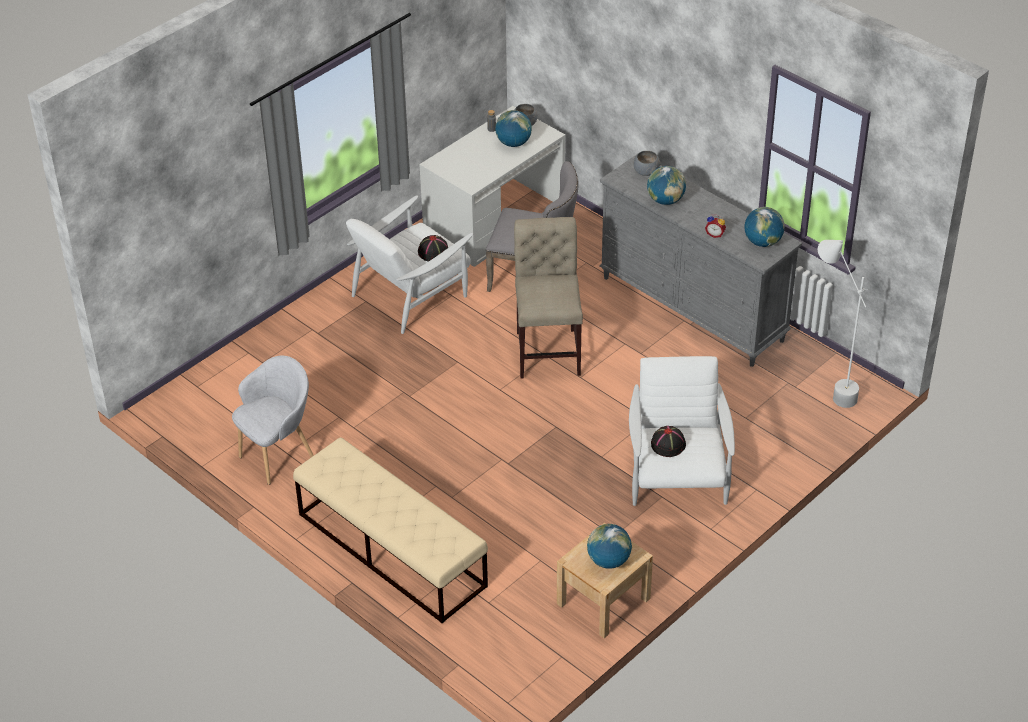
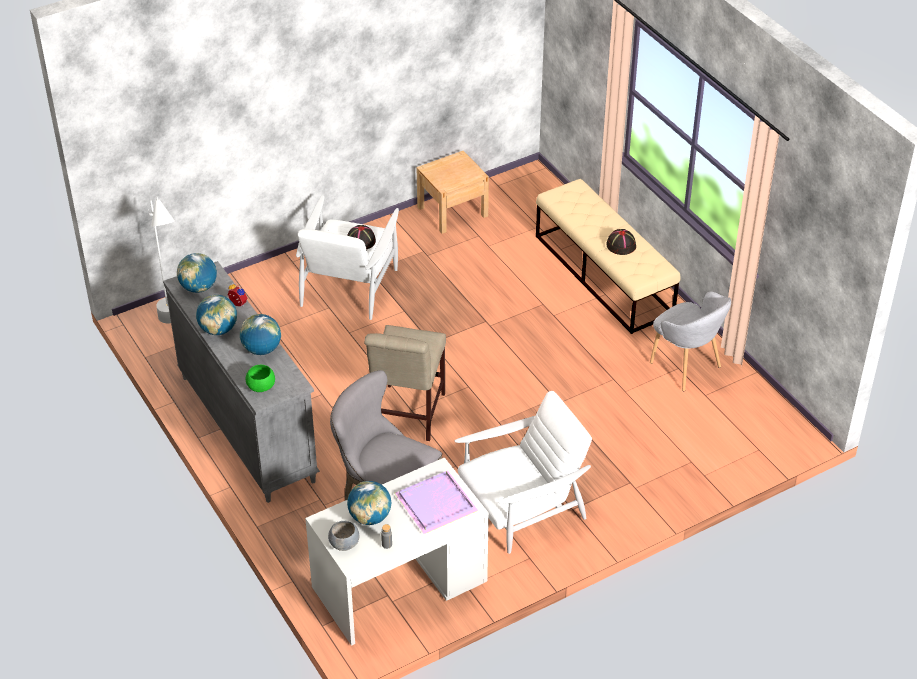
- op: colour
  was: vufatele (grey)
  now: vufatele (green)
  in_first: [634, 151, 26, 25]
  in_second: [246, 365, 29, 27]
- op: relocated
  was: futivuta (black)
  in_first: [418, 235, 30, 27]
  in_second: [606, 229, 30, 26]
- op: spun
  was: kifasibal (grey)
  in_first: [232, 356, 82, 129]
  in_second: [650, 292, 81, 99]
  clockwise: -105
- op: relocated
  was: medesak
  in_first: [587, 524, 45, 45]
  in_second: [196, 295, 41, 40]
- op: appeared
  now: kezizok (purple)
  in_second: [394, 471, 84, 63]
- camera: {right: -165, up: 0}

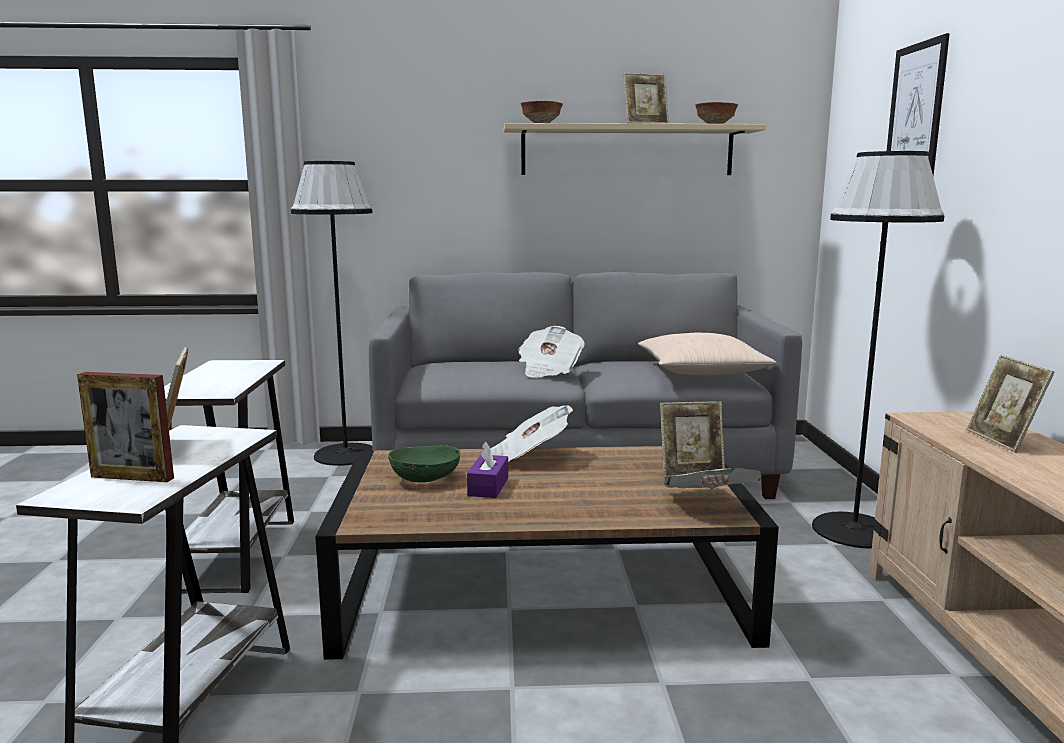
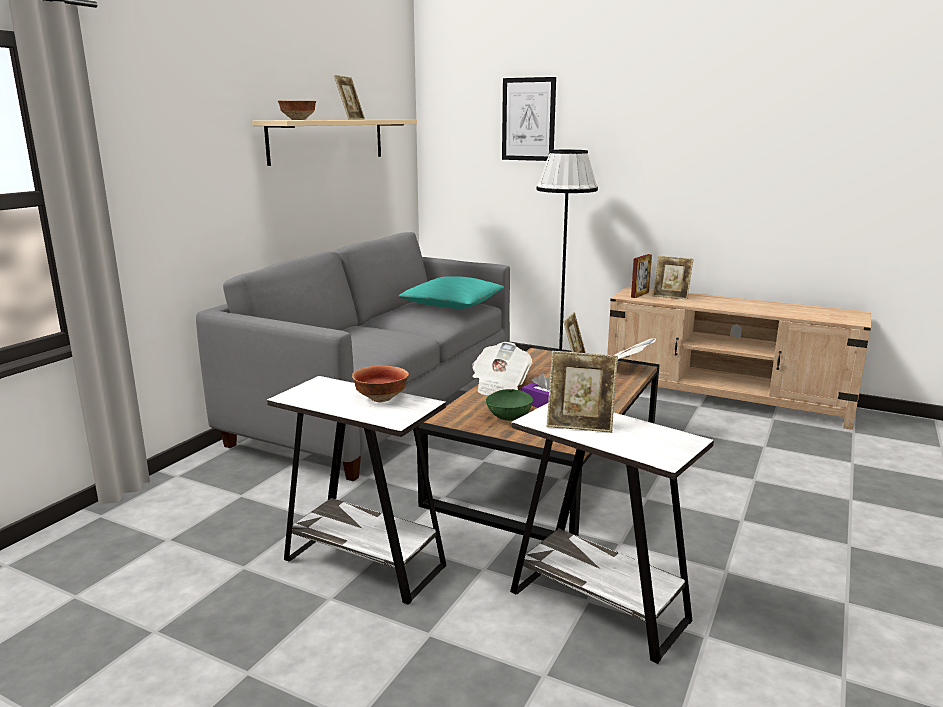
- op: relocated
  was: vufatele
  in_first: [695, 102, 43, 22]
  in_second: [352, 365, 57, 37]
- op: missing
  was: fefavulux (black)
  in_first: [291, 161, 82, 305]
- op: missing
  was: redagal
  in_first: [518, 326, 67, 52]
- op: colour
  was: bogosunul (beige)
  now: bogosunul (turquoise)
  in_first: [638, 333, 139, 42]
  in_second: [398, 276, 106, 33]
- op: relocated
  was: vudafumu
  in_first: [77, 372, 97, 110]
  in_second: [631, 254, 21, 44]
- camera: {right: -60, up: 5}

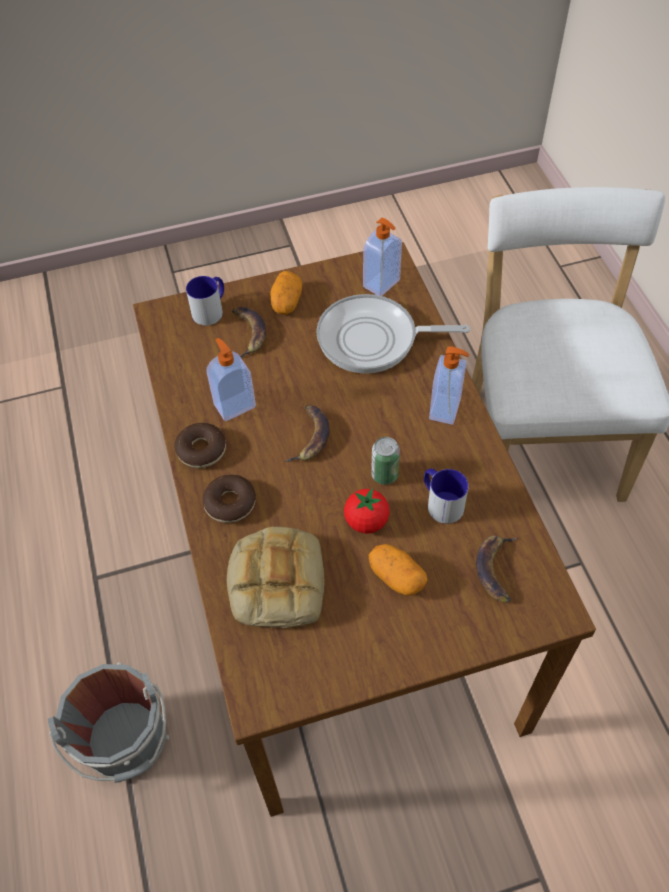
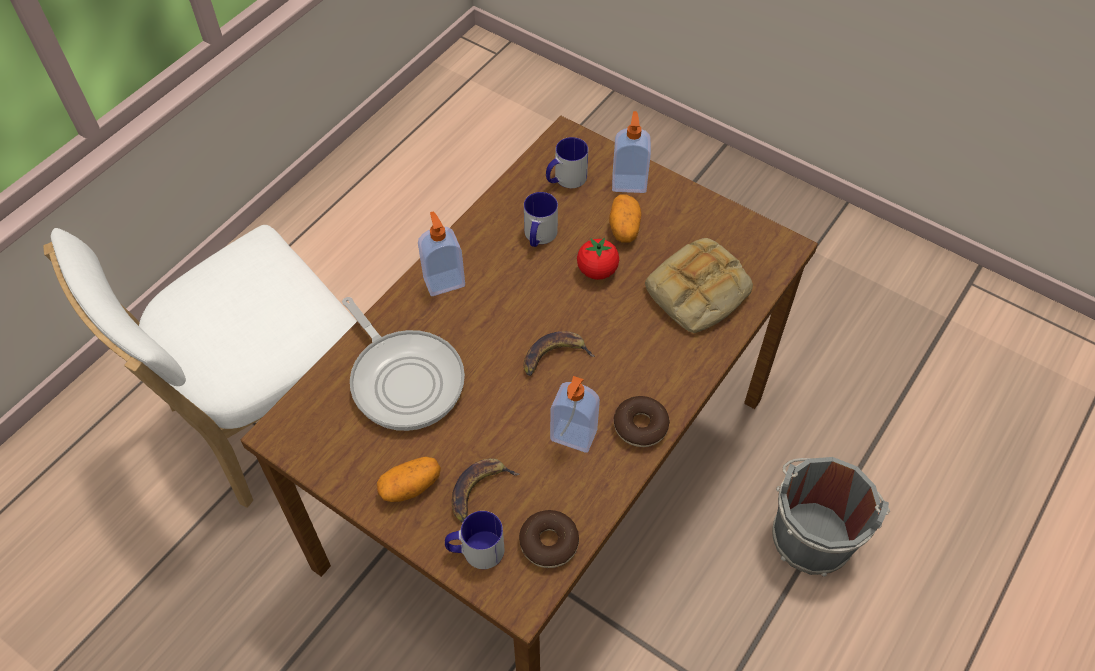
- op: relocated
  was: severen
  in_first: [363, 218, 39, 78]
  in_second: [612, 111, 39, 82]
- op: missing
  was: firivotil
  in_first: [371, 437, 29, 48]
- op: relocated
  was: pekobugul
  in_first: [203, 474, 53, 49]
  in_second: [519, 510, 60, 58]
- op: exchanged
  was: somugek
  now: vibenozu
  in_first: [476, 536, 41, 67]
  in_second: [546, 137, 42, 51]
- camera: {right: -130, up: 0}

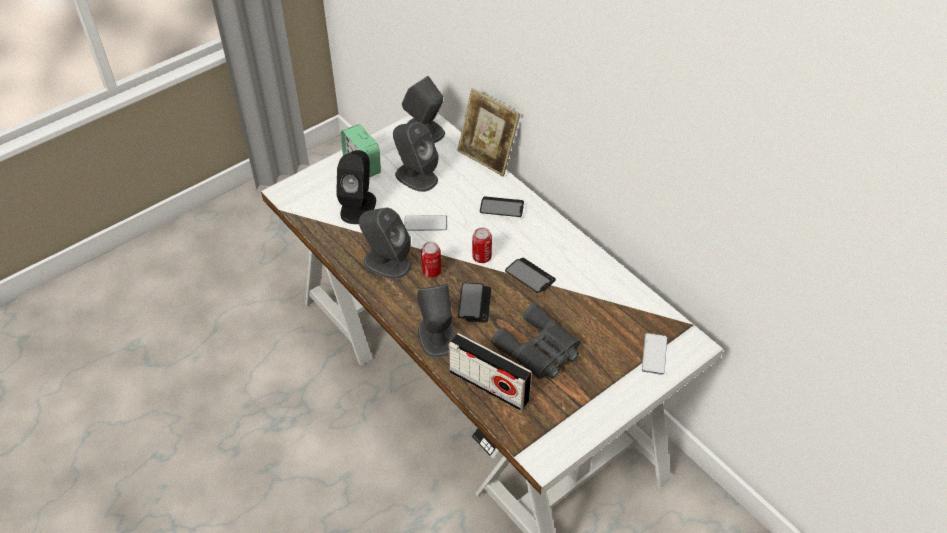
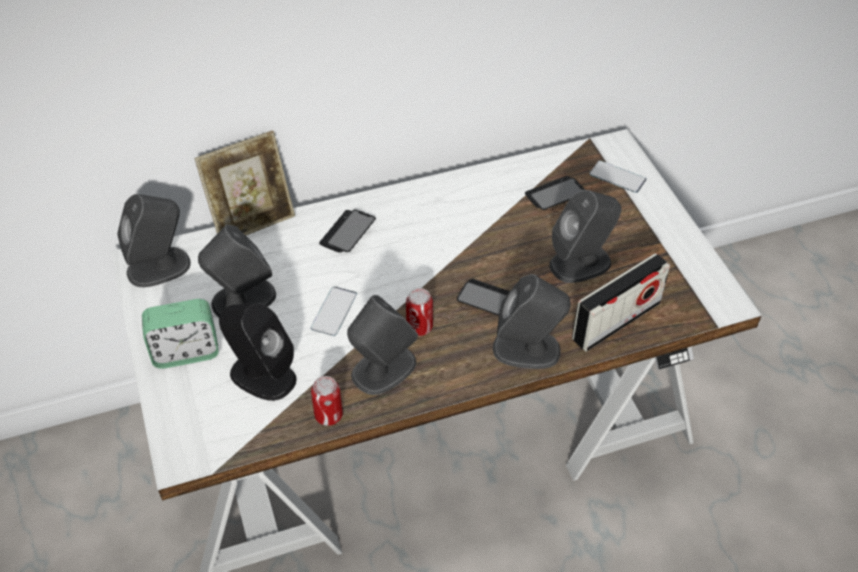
- op: relocated
  was: firivotil
  in_first: [472, 227, 20, 36]
  in_second: [311, 376, 32, 50]
- op: relocated
  was: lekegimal
  in_first: [505, 258, 51, 35]
  in_second: [525, 176, 60, 34]
- op: exchanged
  was: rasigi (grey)
  now: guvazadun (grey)
  in_first: [491, 303, 89, 76]
  in_second: [549, 190, 73, 93]
- camera: {right: -70, up: 0}

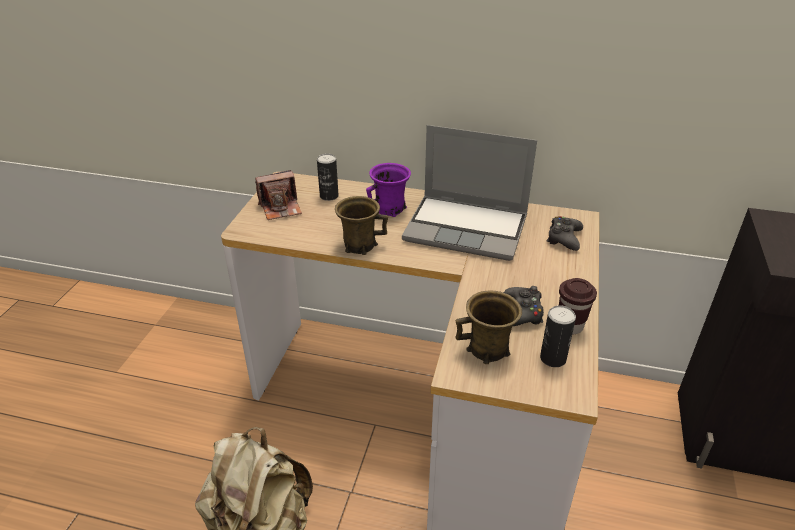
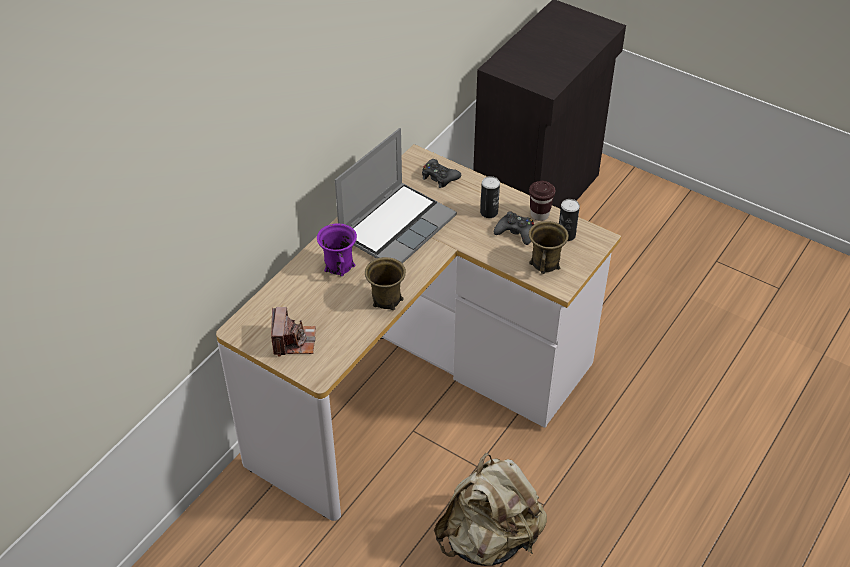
- op: relocated
  was: firivotil
  in_first: [317, 153, 22, 48]
  in_second: [480, 176, 20, 42]
- camera: {right: -70, up: 10}

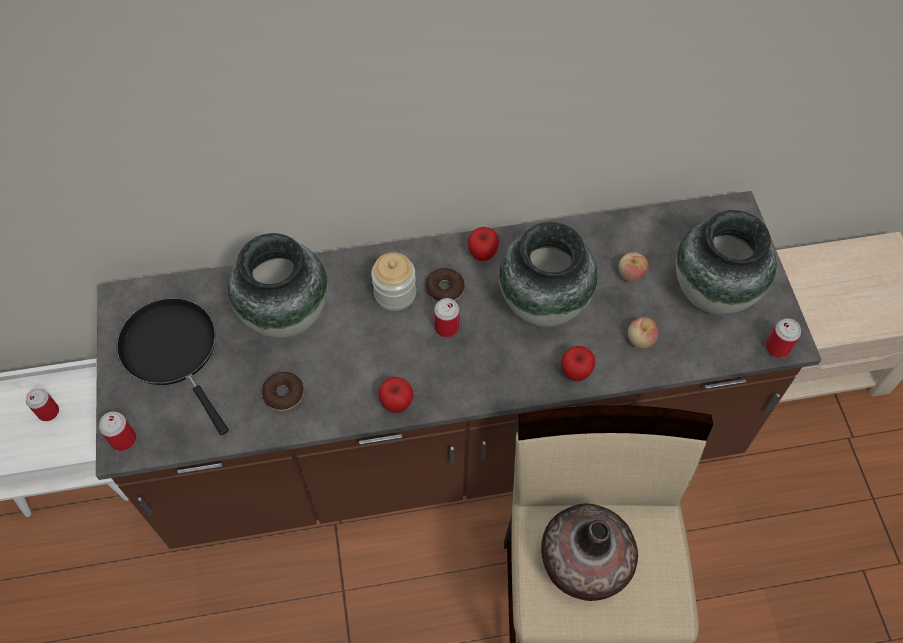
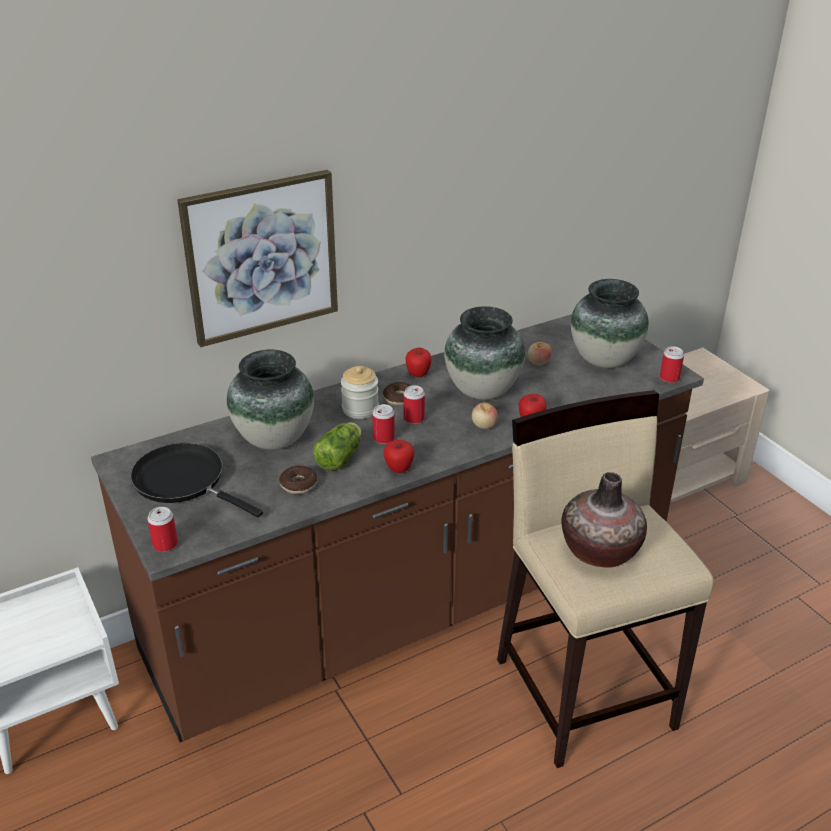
- op: relocated
  was: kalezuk
  in_first: [628, 317, 31, 32]
  in_second: [472, 402, 26, 27]
- op: relocated
  was: firivotil
  in_first: [26, 388, 33, 33]
  in_second: [372, 404, 23, 40]
- op: appeared
  now: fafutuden
  in_second: [177, 170, 161, 177]
- op: appeared
  now: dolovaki
  in_second: [313, 422, 48, 49]
- camera: {right: -20, up: -25}

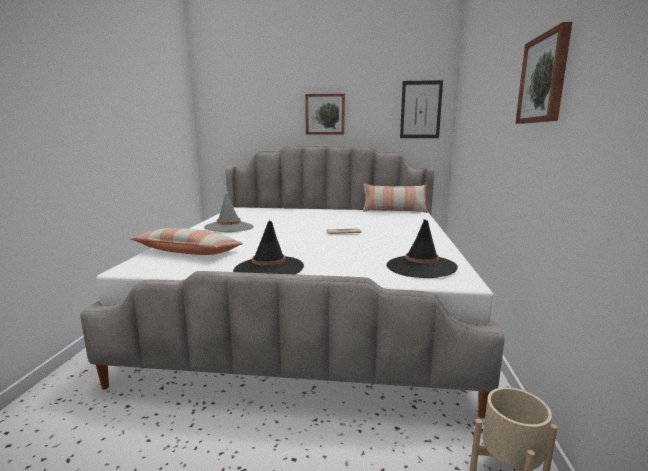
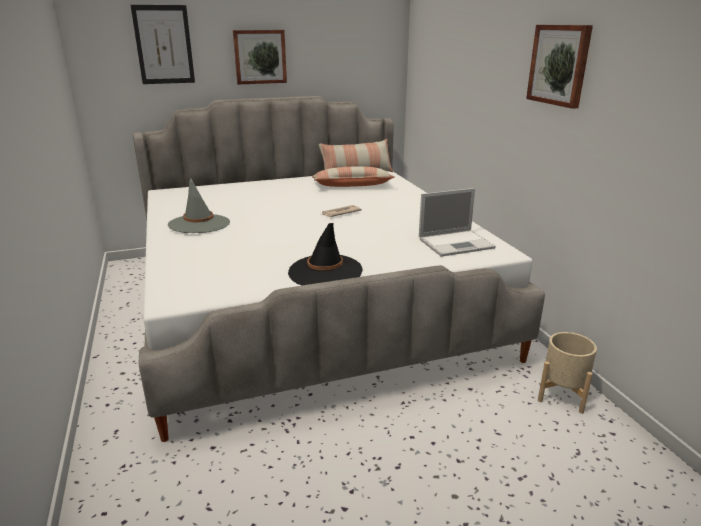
- op: relocated
  was: fafutuden
  in_first: [400, 80, 43, 58]
  in_second: [131, 5, 64, 79]
- op: exchanged
  was: futivuta (black)
  now: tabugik
  in_first: [387, 219, 71, 59]
  in_second: [419, 188, 77, 69]
- op: relocated
  was: bogosunul
  in_first: [130, 228, 113, 27]
  in_second: [312, 166, 82, 21]
- camera: {right: -25, up: 10}

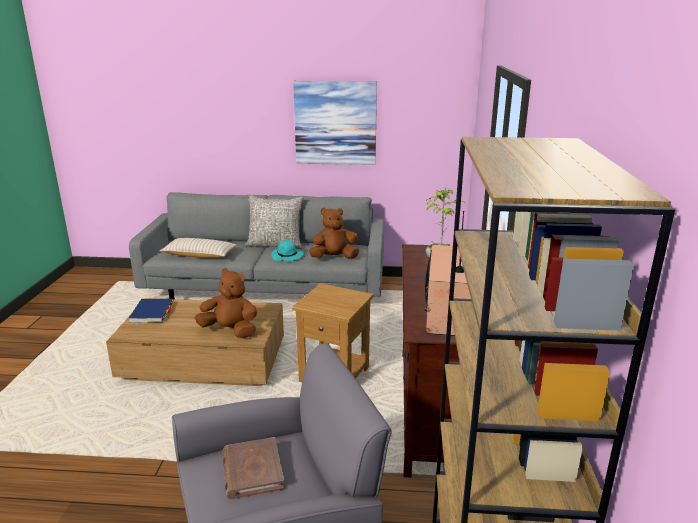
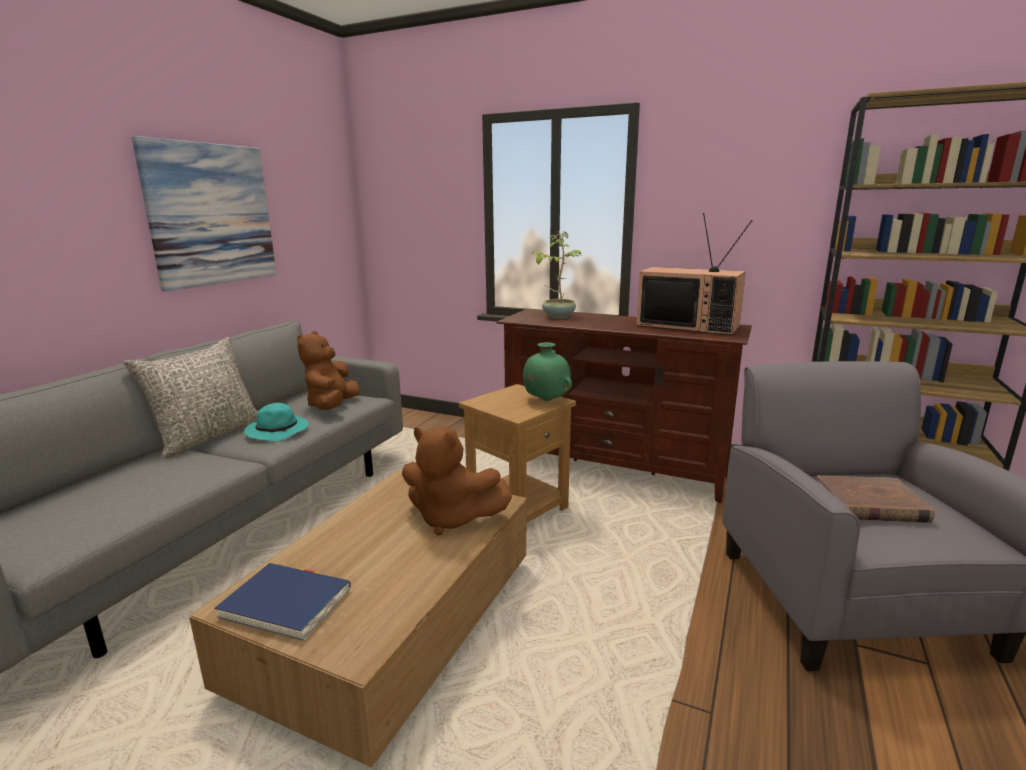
- op: missing
  was: bogosunul (beige)
  in_first: [160, 238, 77, 20]
- op: spun
  was: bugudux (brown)
  in_first: [194, 268, 63, 70]
  in_second: [402, 427, 110, 109]
  clockwise: -105
- op: appeared
  now: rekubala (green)
  in_second: [523, 342, 49, 59]
- camera: {right: -70, up: -5}

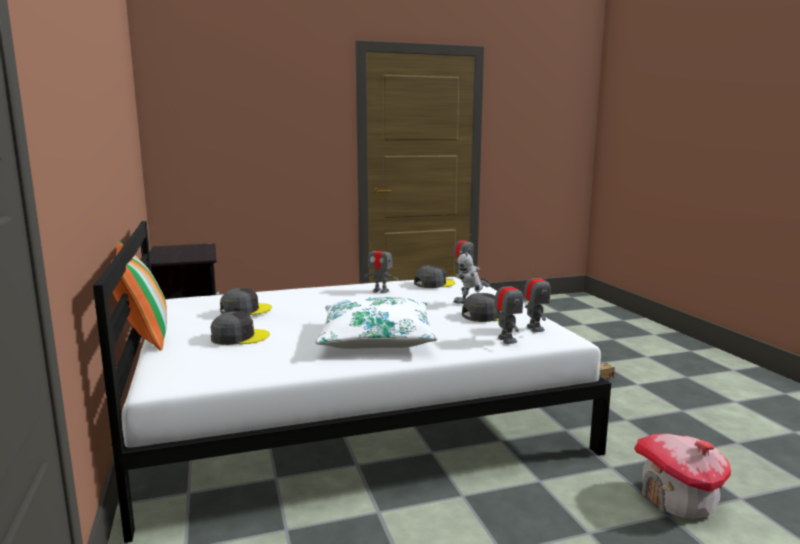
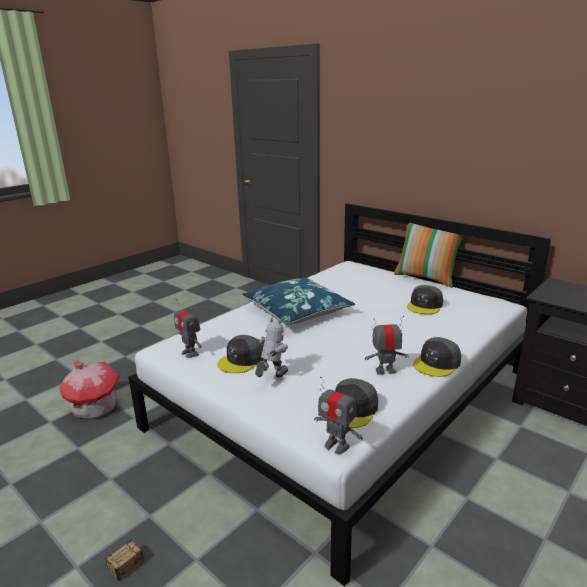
- op: missing
  was: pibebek
  in_first: [494, 274, 29, 70]
- op: colour
  was: bogosunul (white)
  now: bogosunul (blue)
  in_first: [316, 297, 122, 52]
  in_second: [242, 278, 113, 47]
- op: relocated
  was: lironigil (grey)
  in_first: [210, 311, 60, 34]
  in_second: [413, 337, 48, 40]
- camera: {right: 150, up: 10}

